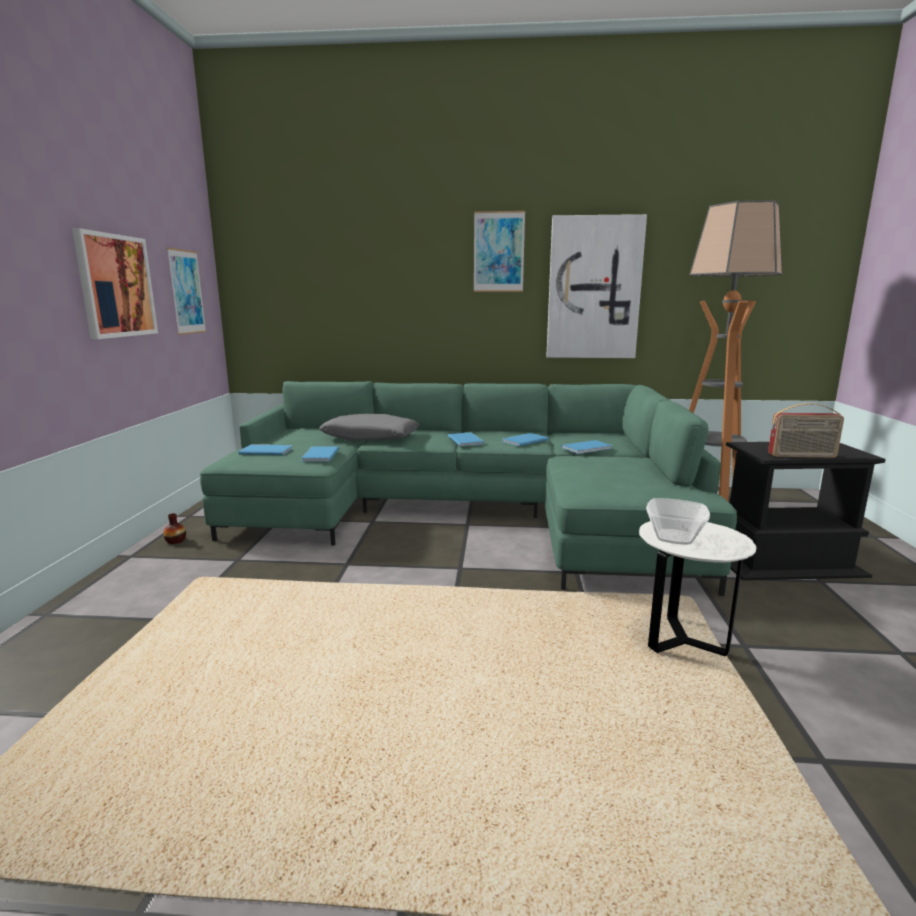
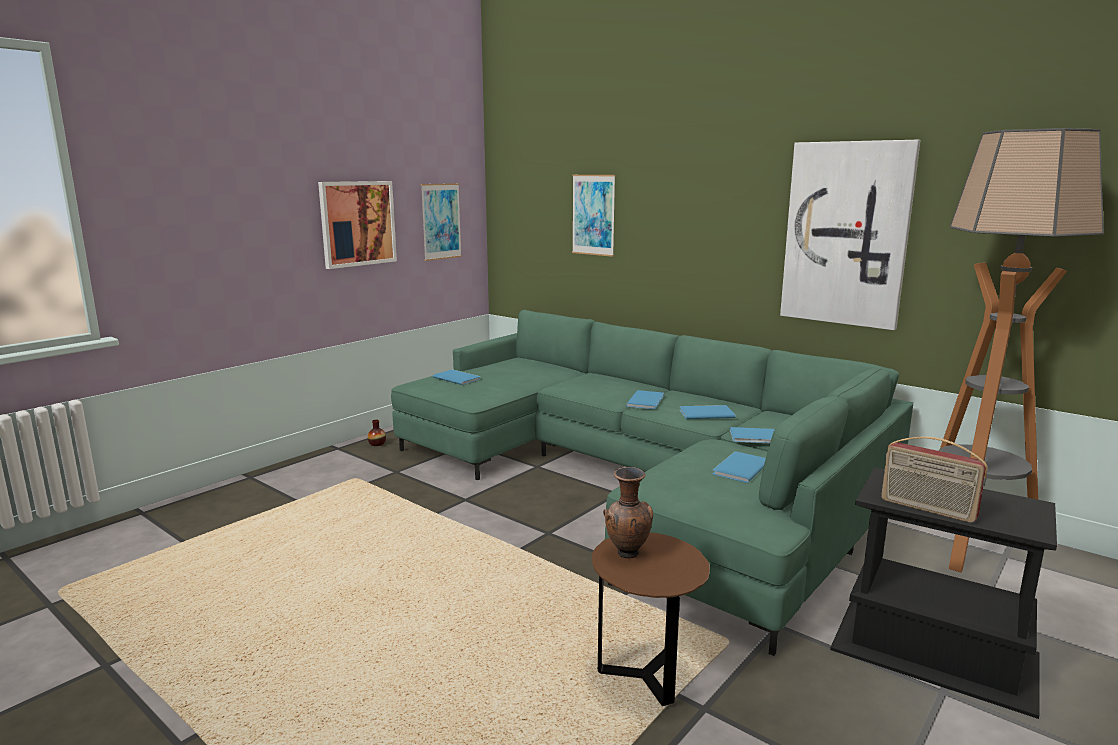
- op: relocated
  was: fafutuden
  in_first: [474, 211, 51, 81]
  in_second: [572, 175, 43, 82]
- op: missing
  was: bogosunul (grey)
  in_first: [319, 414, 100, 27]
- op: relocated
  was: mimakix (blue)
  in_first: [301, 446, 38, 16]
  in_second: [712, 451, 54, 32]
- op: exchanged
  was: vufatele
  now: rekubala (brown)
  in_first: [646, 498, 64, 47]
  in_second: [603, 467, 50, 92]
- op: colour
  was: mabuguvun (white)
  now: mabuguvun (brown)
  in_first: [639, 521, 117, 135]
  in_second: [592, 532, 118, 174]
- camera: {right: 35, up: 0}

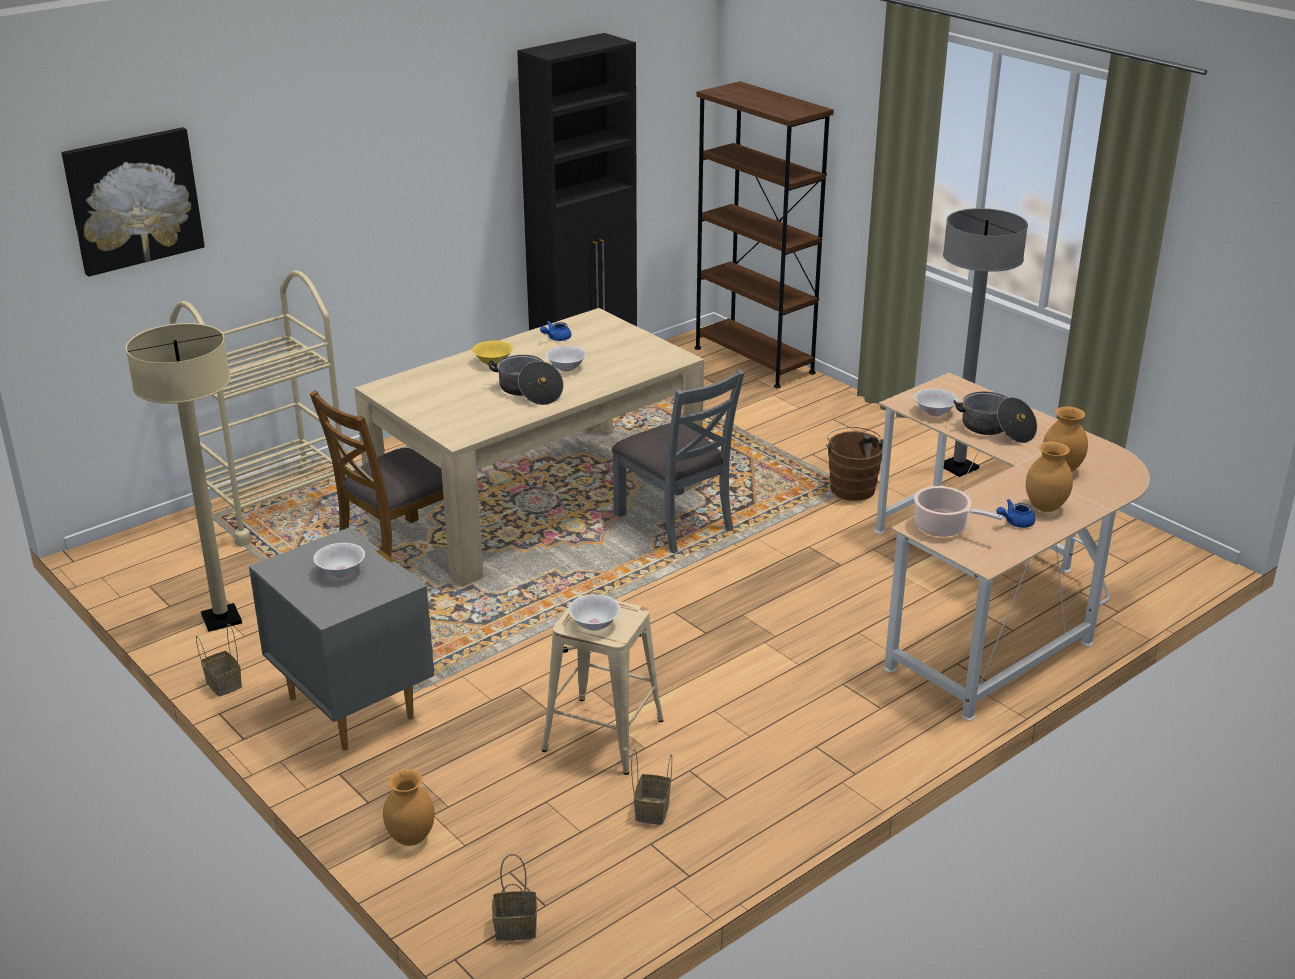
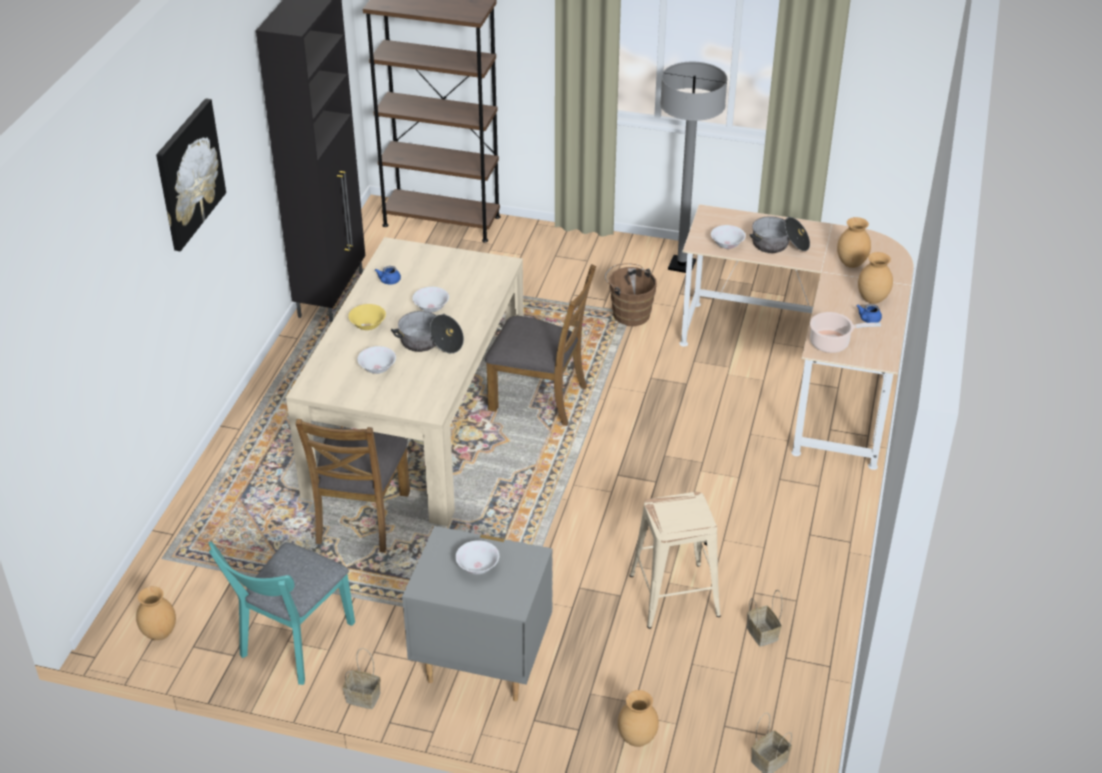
- op: relocated
  was: fafutuden
  in_first: [62, 127, 143, 149]
  in_second: [156, 98, 70, 153]
- op: missing
  was: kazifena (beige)
  in_first: [170, 271, 184, 276]
- op: exchanged
  was: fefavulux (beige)
  now: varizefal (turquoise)
  in_first: [125, 323, 117, 309]
  in_second: [209, 541, 146, 144]
- op: colour
  was: varizefal (grey)
  now: varizefal (brown)
  in_first: [612, 369, 132, 184]
  in_second: [485, 264, 111, 162]
- op: relocated
  was: vufatele (white)
  in_first: [568, 594, 53, 37]
  in_second: [357, 346, 39, 28]
- op: appeared
  now: rekubala (brown)
  in_second: [136, 586, 40, 54]
- camera: {right: -35, up: 10}

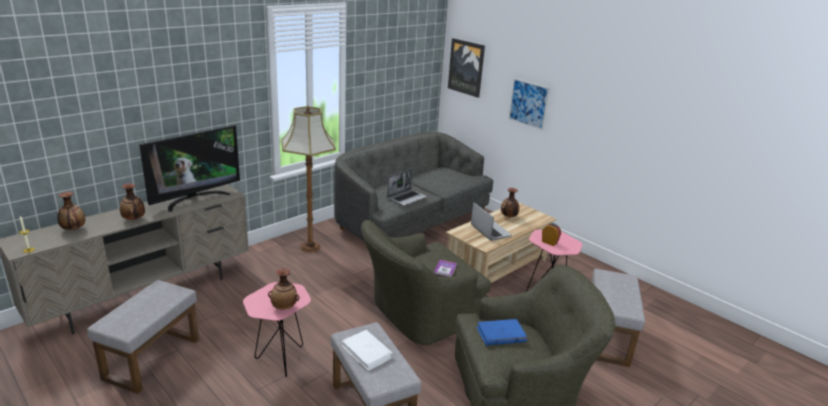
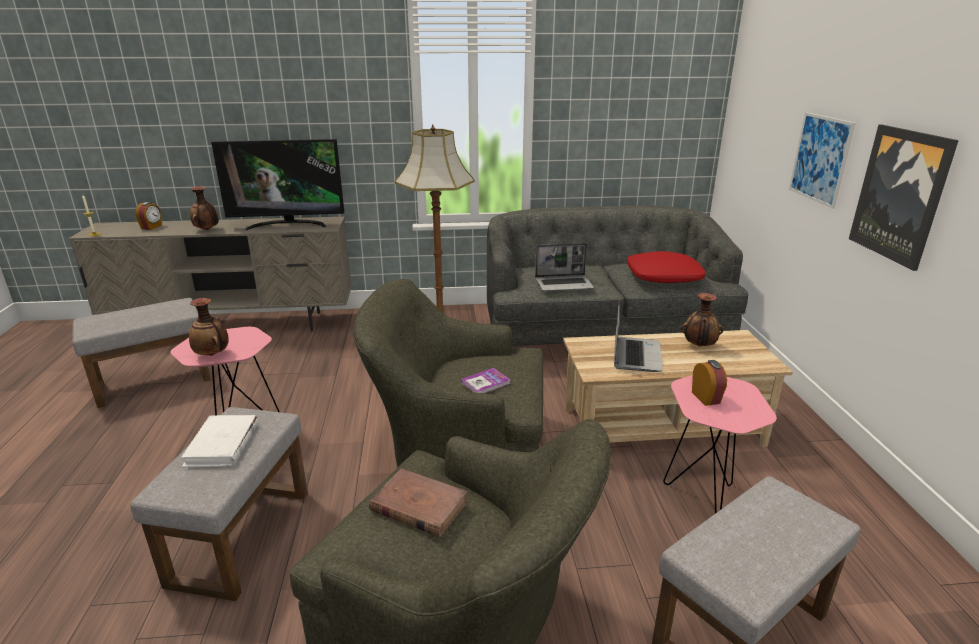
- op: relocated
  was: fafutuden
  in_first: [448, 38, 37, 60]
  in_second: [849, 124, 110, 147]
- op: exchanged
  was: rekubala
  now: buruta
  in_first: [57, 192, 28, 38]
  in_second: [135, 202, 27, 28]
- op: colour
  was: mimakix (blue)
  now: mimakix (brown)
  in_first: [476, 319, 51, 27]
  in_second: [369, 468, 99, 69]
- op: appeared
  now: bogosunul (red)
  in_second: [627, 251, 78, 32]
- camera: {right: 40, up: 0}

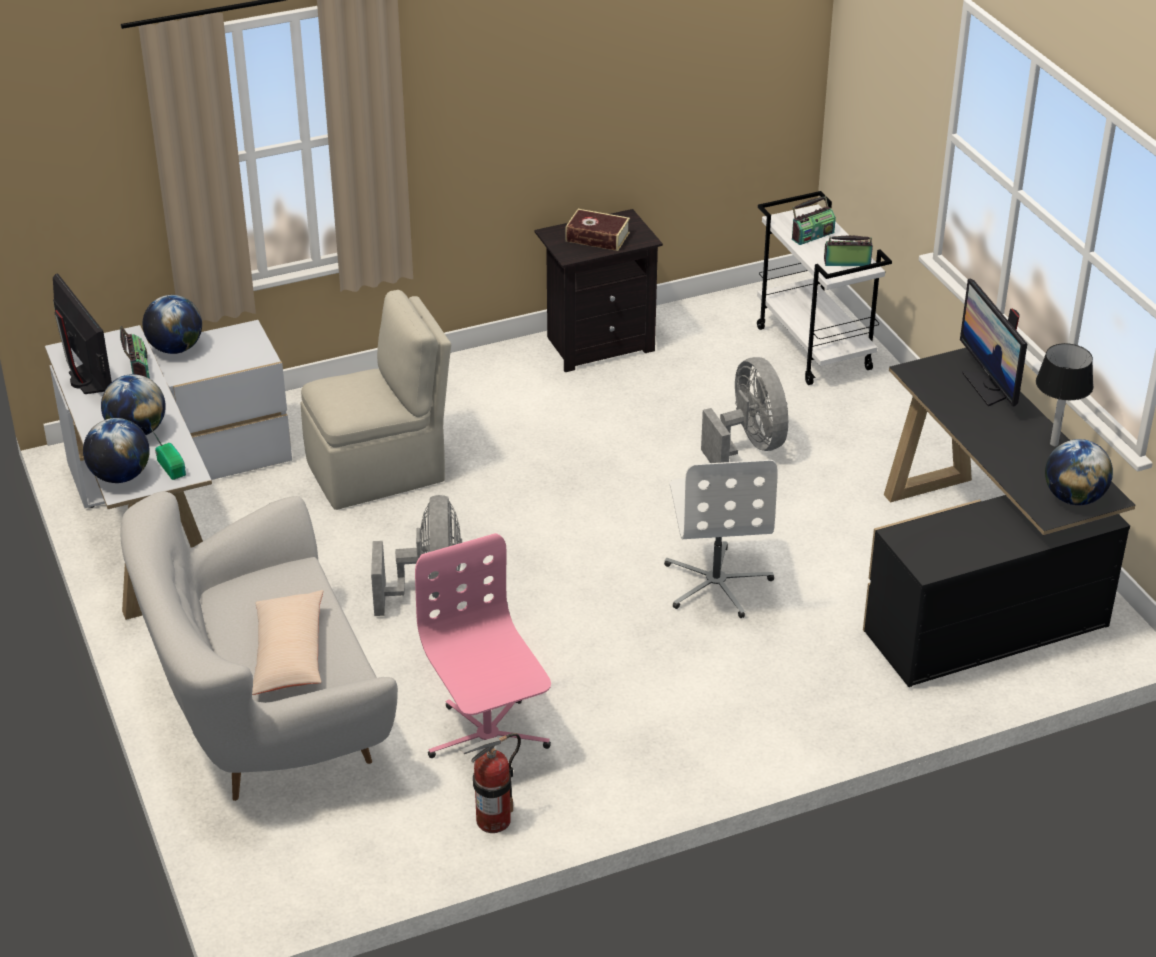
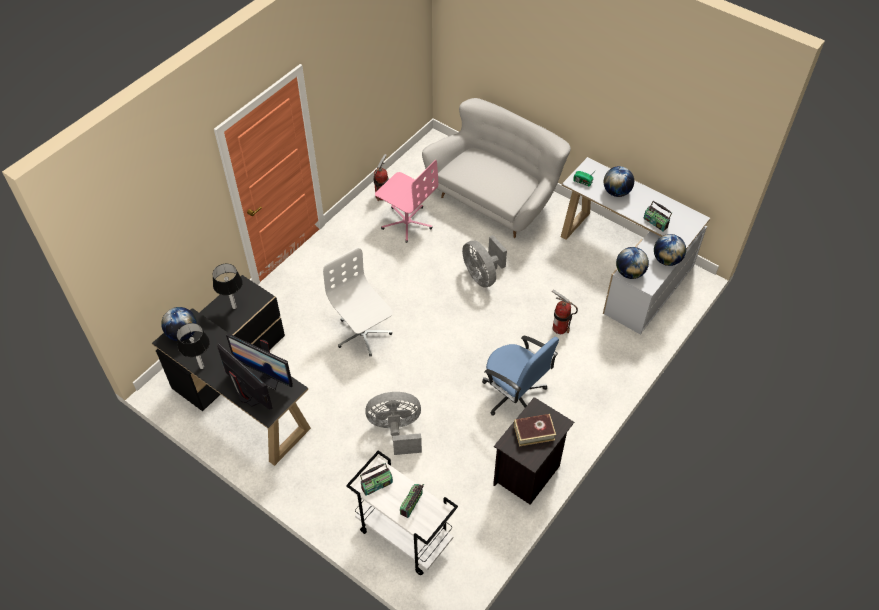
- op: relocated
  was: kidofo
  in_first: [53, 273, 59, 121]
  in_second: [226, 334, 67, 56]
- op: exchanged
  was: varizefal (beige)
  now: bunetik
  in_first: [301, 290, 150, 220]
  in_second: [552, 289, 26, 45]
- op: spun
  was: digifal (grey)
  in_first: [701, 357, 87, 106]
  in_second: [365, 392, 57, 63]
  clockwise: 135
- op: relocated
  was: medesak
  in_first: [83, 418, 67, 65]
  in_second: [616, 247, 33, 32]
- op: missing
  was: bogosunul (beige)
  in_first: [252, 590, 71, 105]
- op: appeared
  now: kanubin
  in_second: [213, 264, 30, 45]
- op: appeared
  now: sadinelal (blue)
  in_second: [482, 336, 77, 80]
- camera: {right: 150, up: 15}

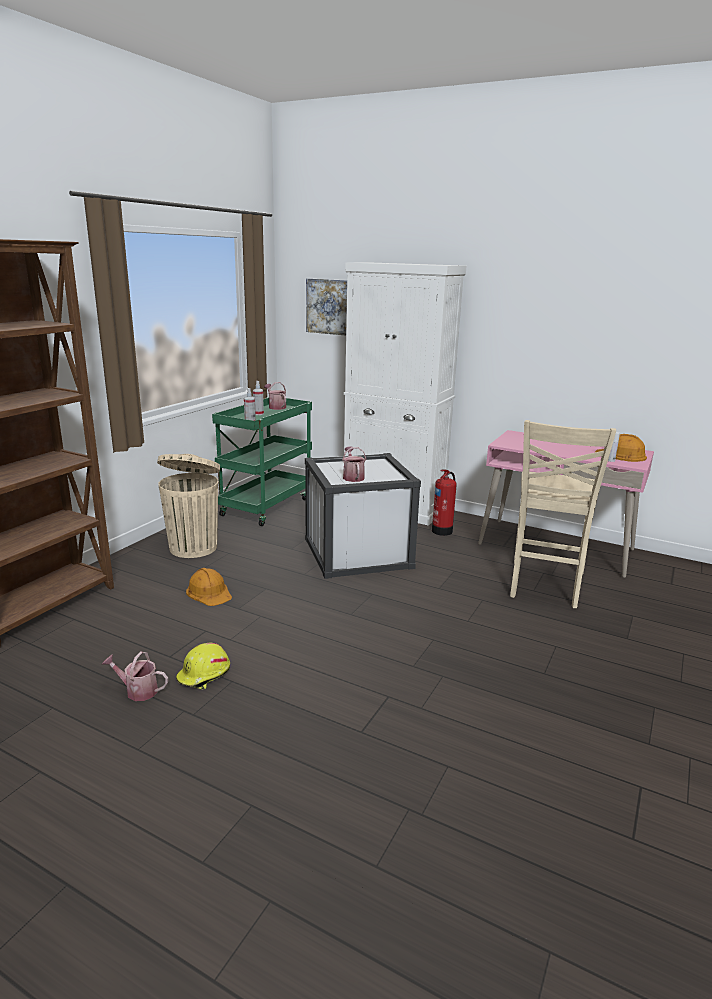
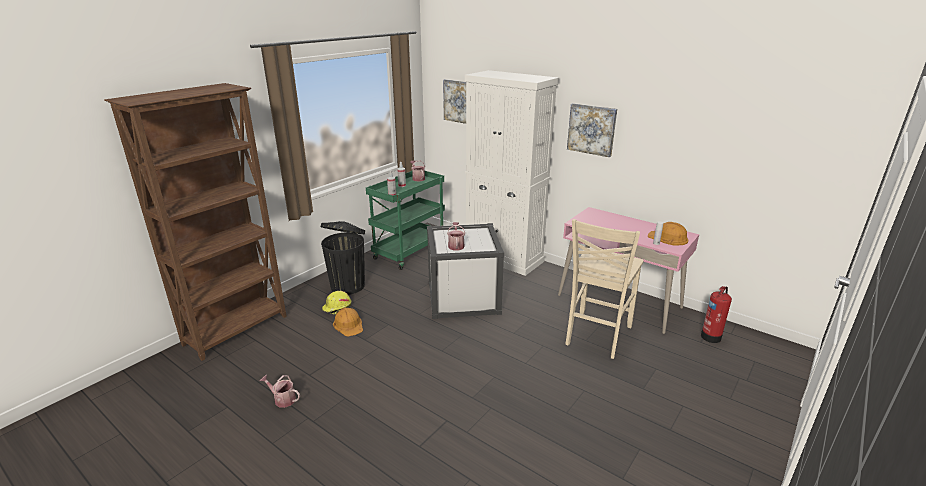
- op: colour
  was: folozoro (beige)
  now: folozoro (black)
  in_first: [157, 454, 63, 104]
  in_second: [321, 221, 44, 74]
- op: relocated
  was: bunetik
  in_first: [432, 469, 25, 67]
  in_second: [701, 286, 31, 57]
- op: relocated
  was: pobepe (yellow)
  in_first: [176, 643, 54, 47]
  in_second: [322, 291, 29, 24]
- op: appeared
  now: fafutuden
  in_second: [567, 103, 50, 54]
- camera: {right: 10, up: 5}

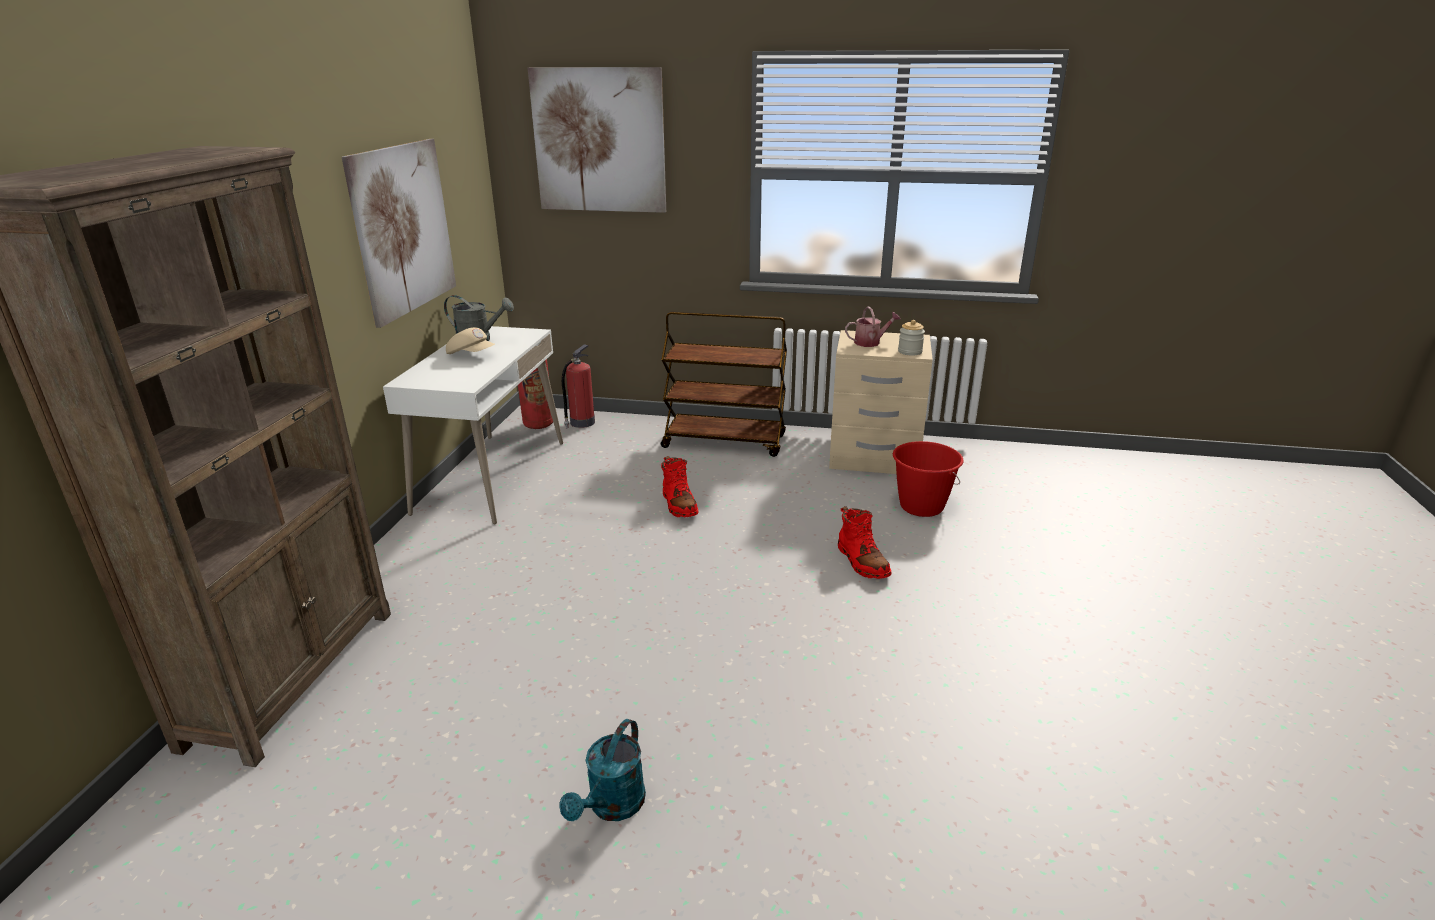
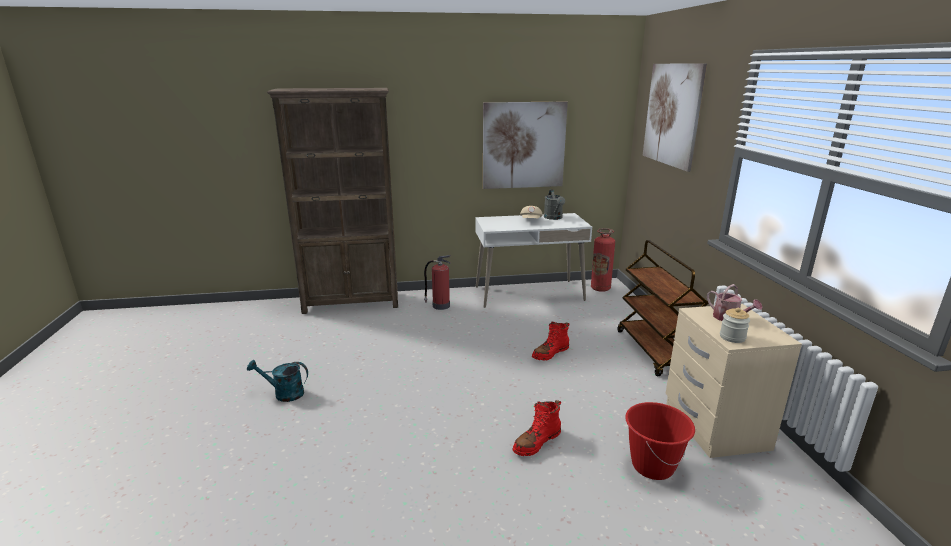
- op: relocated
  was: bunetik
  in_first: [562, 344, 33, 84]
  in_second: [424, 255, 27, 55]
- camera: {right: 70, up: -5}

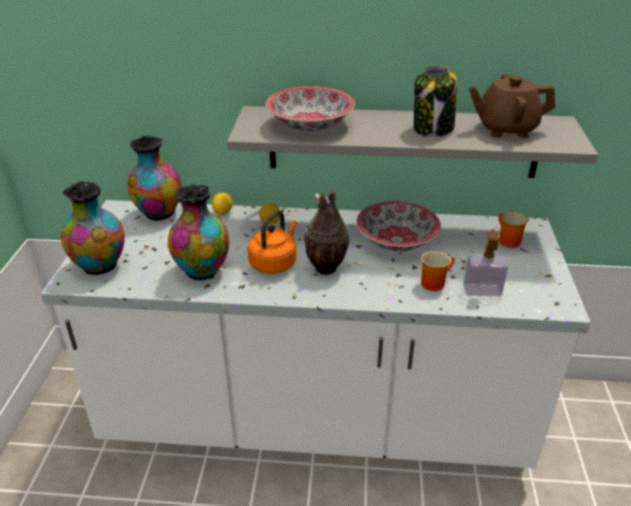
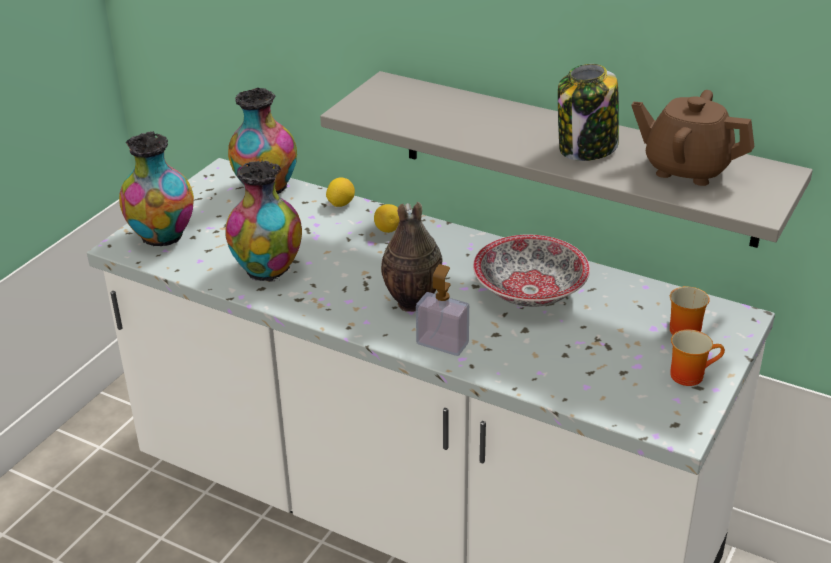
- op: missing
  was: vufatele
  in_first: [265, 86, 90, 45]
- op: missing
  was: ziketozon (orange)
  in_first: [247, 211, 50, 63]
- op: relocated
  was: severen
  in_first: [463, 231, 45, 66]
  in_second: [416, 264, 53, 92]
- op: relocated
  was: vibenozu
  in_first: [421, 251, 34, 40]
  in_second: [670, 330, 55, 56]
- camera: {right: 25, up: 0}

